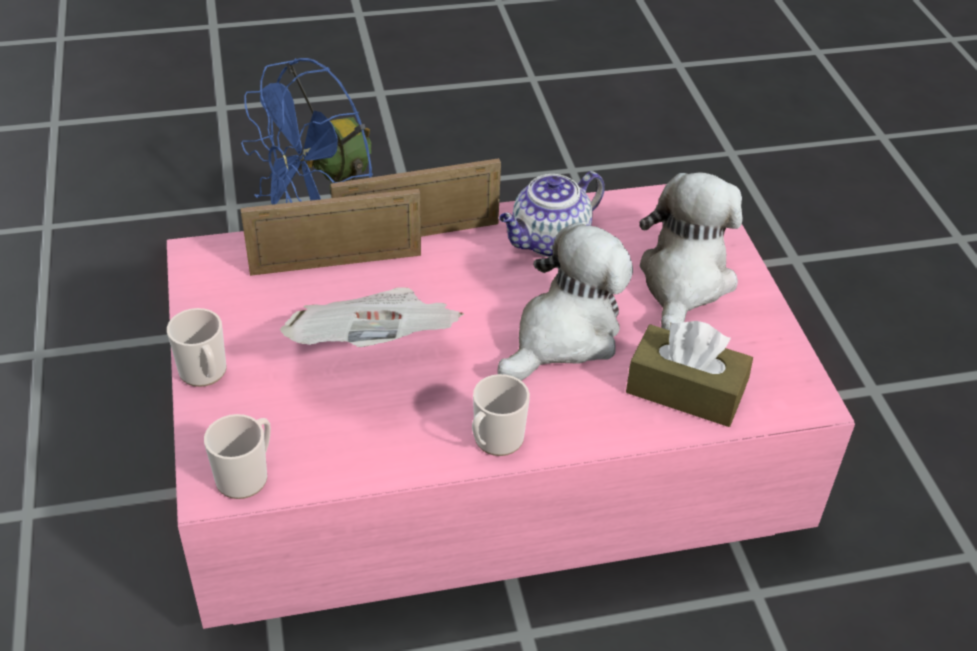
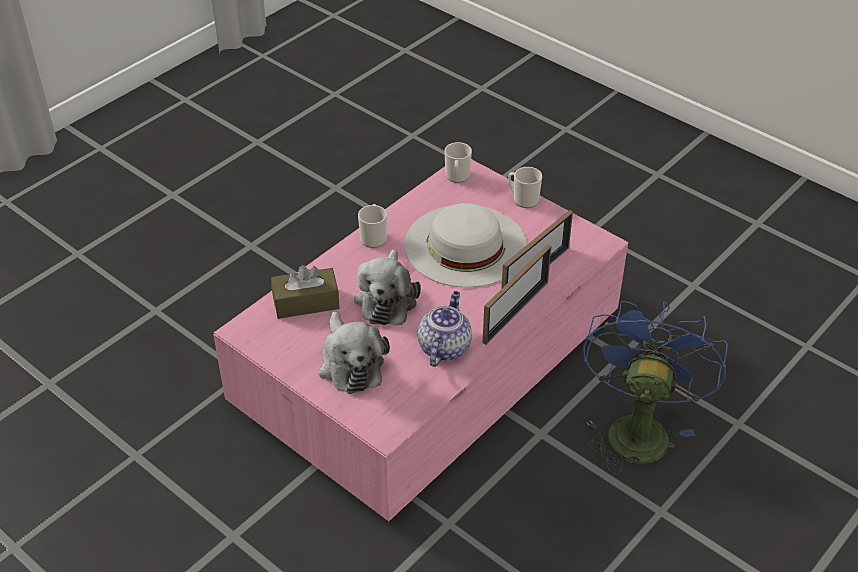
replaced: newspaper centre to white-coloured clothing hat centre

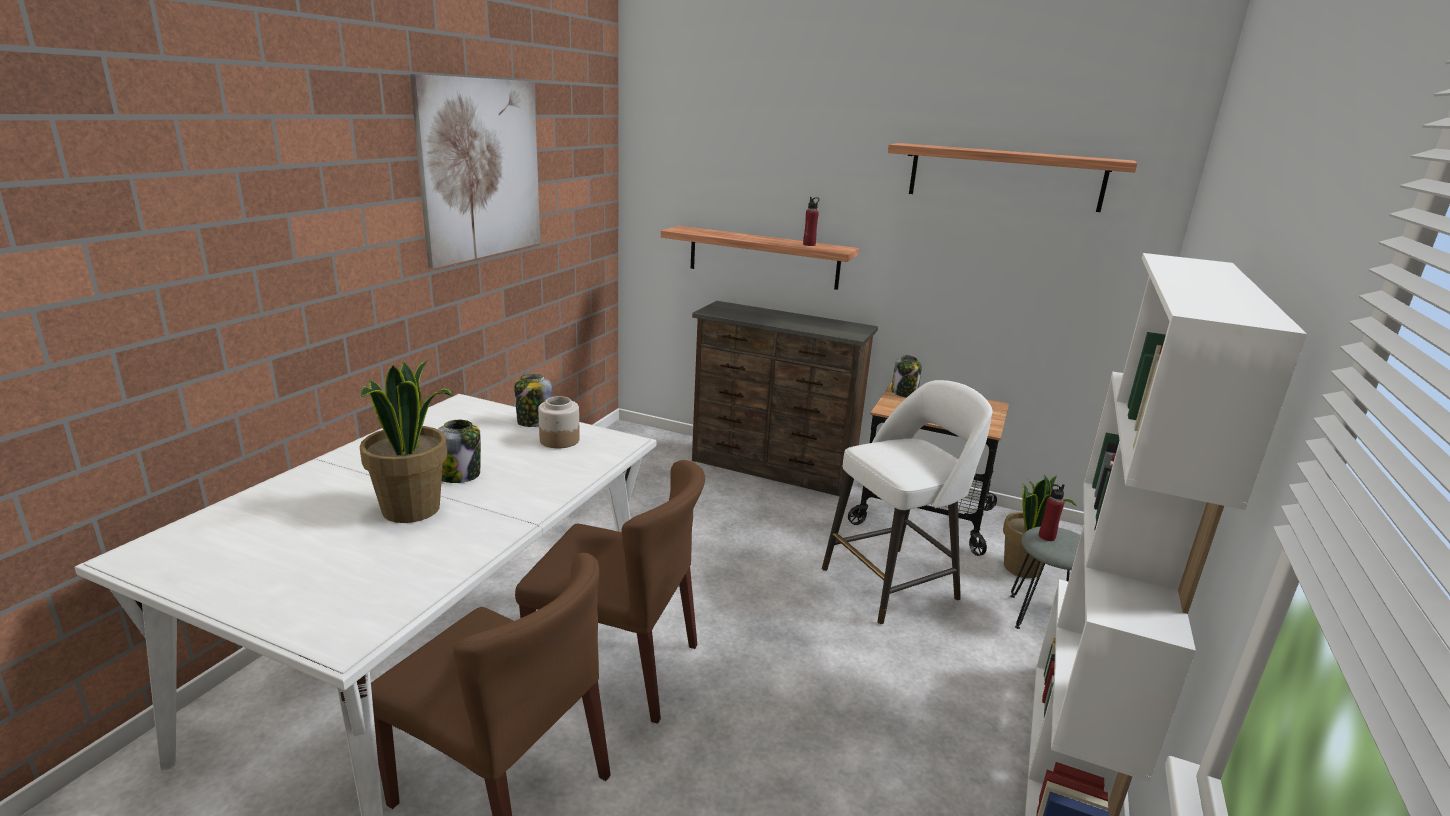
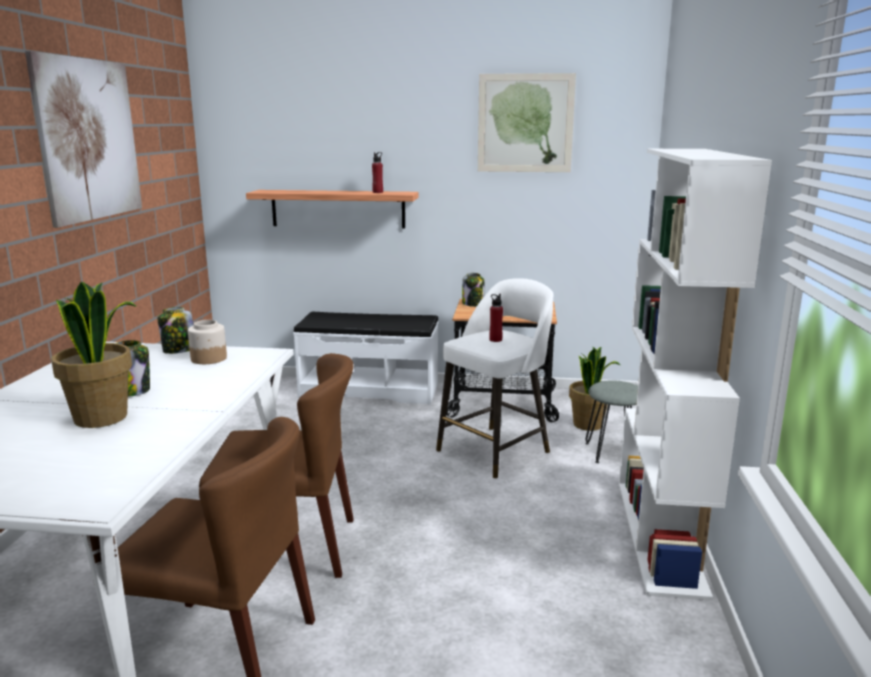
moved: red-coloured drink bottle (2nd from left) middle right to centre
replaced: brown dresser centre to white-coloured long seat centre; wall shelf (2nd from left) top right to wall picture (2nd from left) top centre

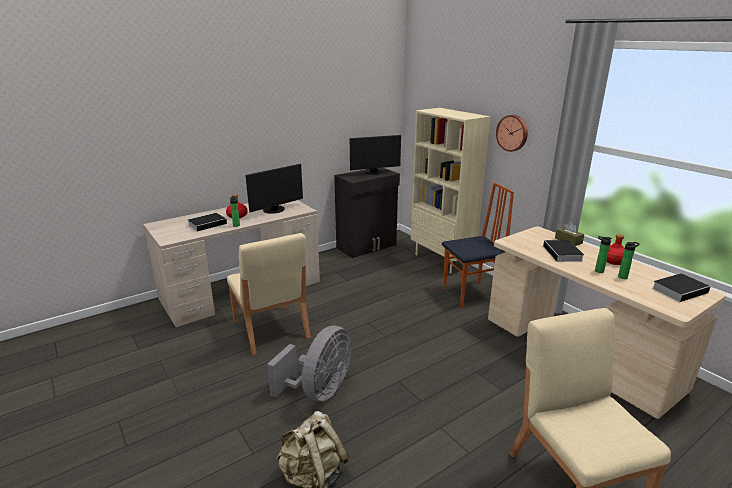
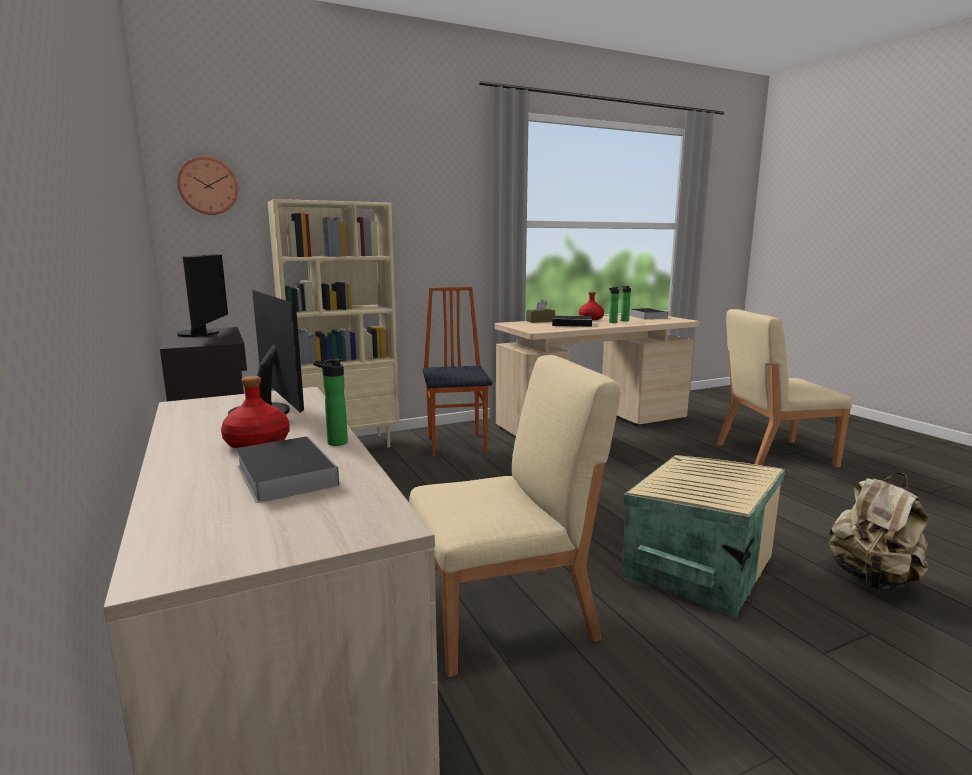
moved: hanging clock top right to top left
replaced: grey electric fan bottom centre to sand-coloured storage box bottom right

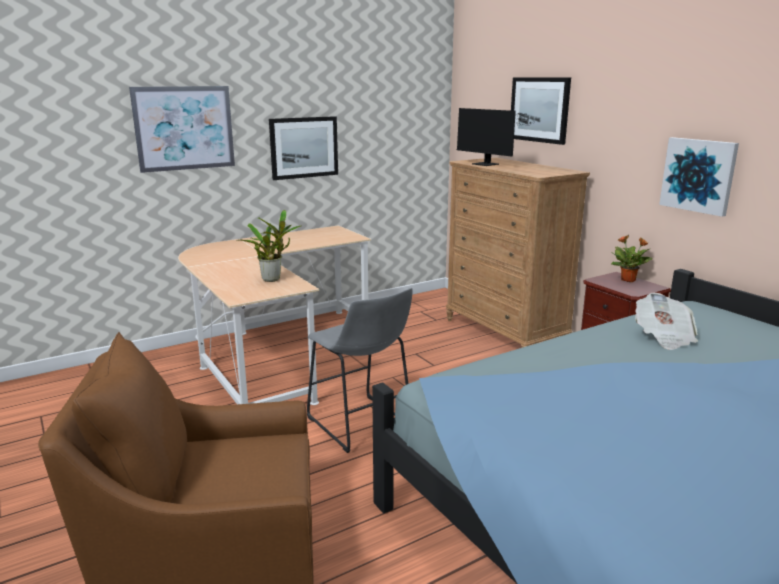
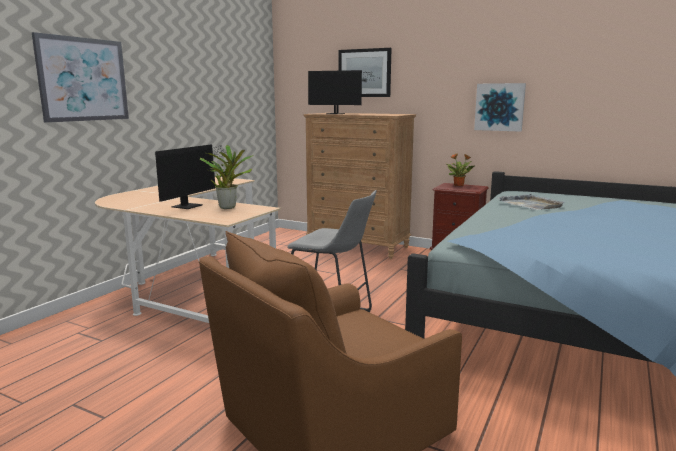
removed: wall picture (2nd from left) top centre
added: computer screen (1st from left) middle left
replaced: newspaper middle right to grey carrying tray middle right

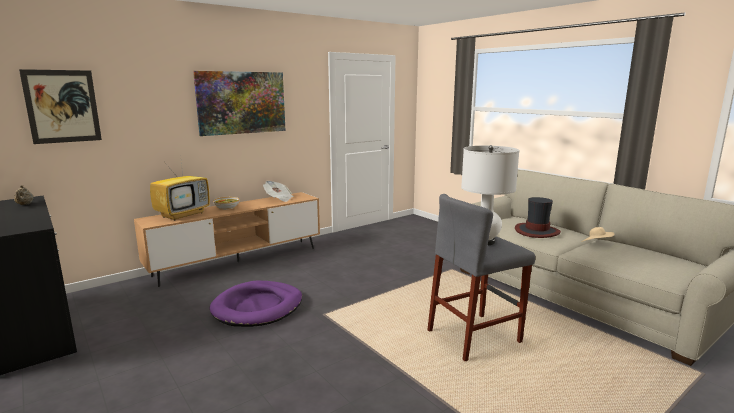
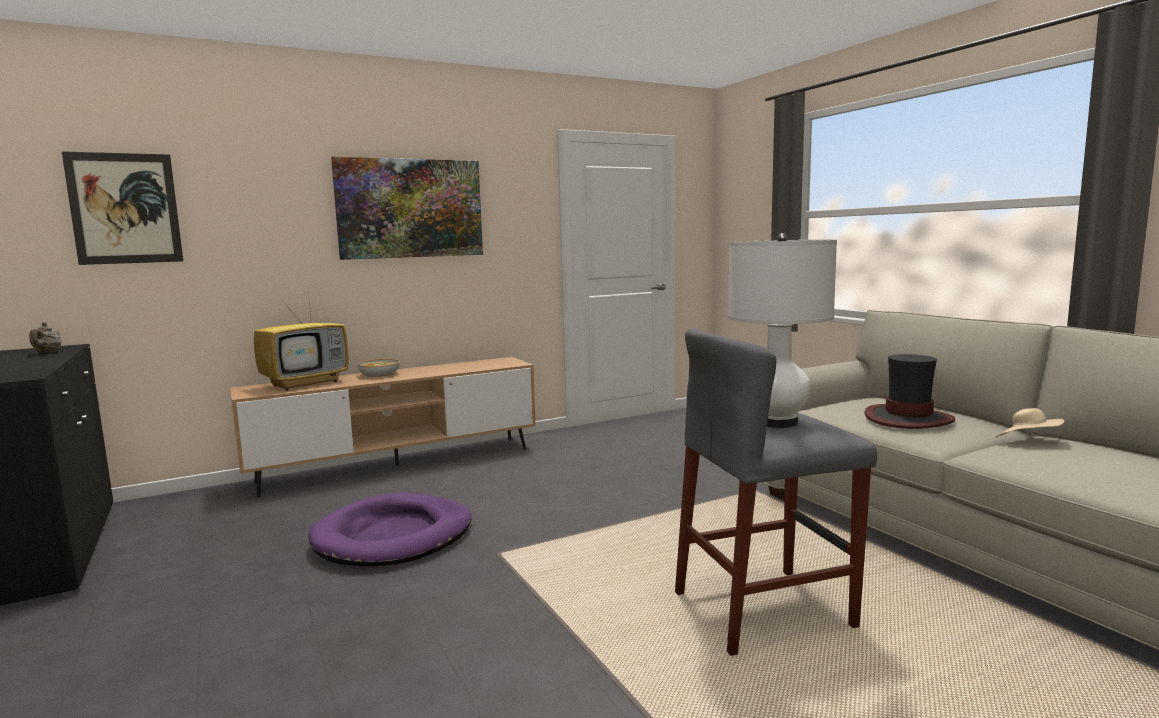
removed: newspaper centre

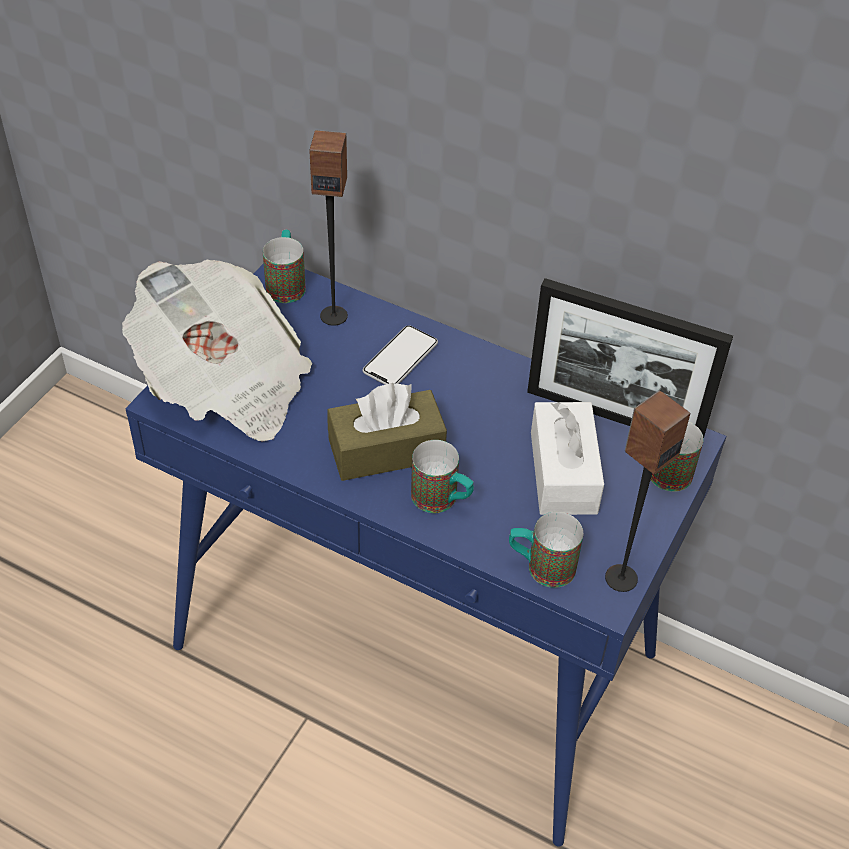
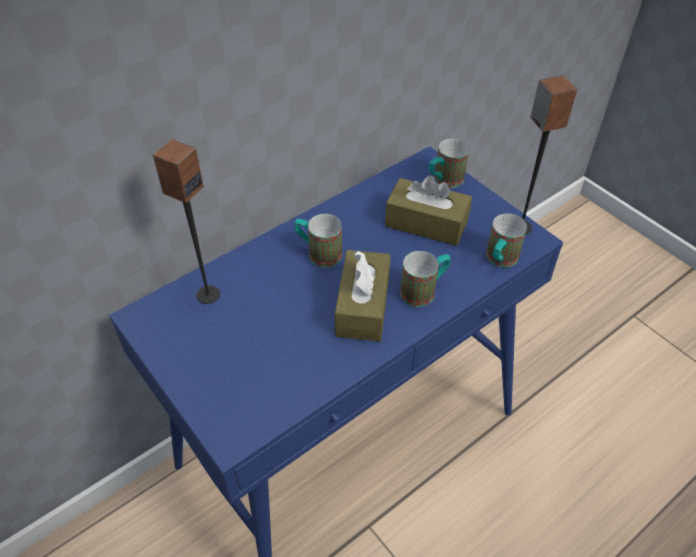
removed: newspaper middle left; handset centre; standing frame middle right
moved: mug (1st from left) top centre to centre
recoloured: white-coloured tissue holder middle right to brown tissue holder (2nd from left) centre

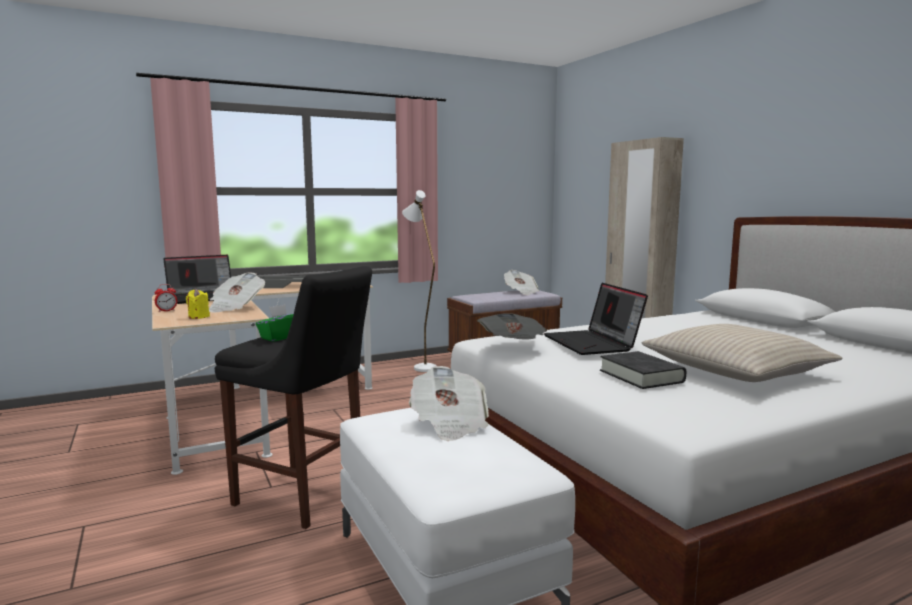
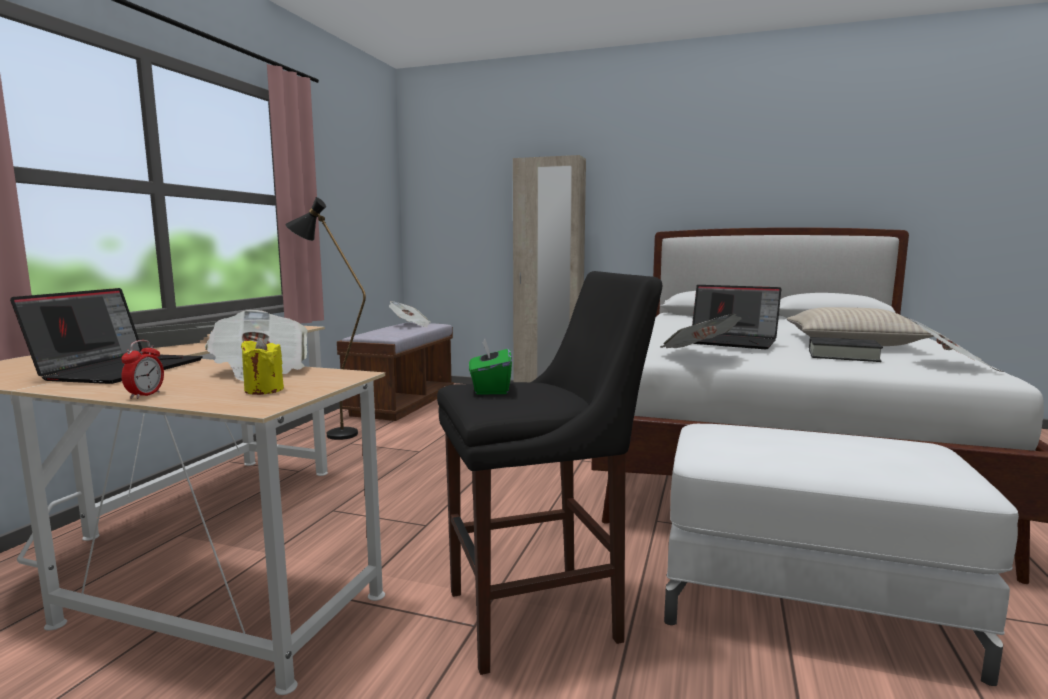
moved: newspaper (2nd from left in the first image) centre to newspaper (4th from left) middle right
recoloured: white-coloured floor lamp centre to black floor lamp middle left

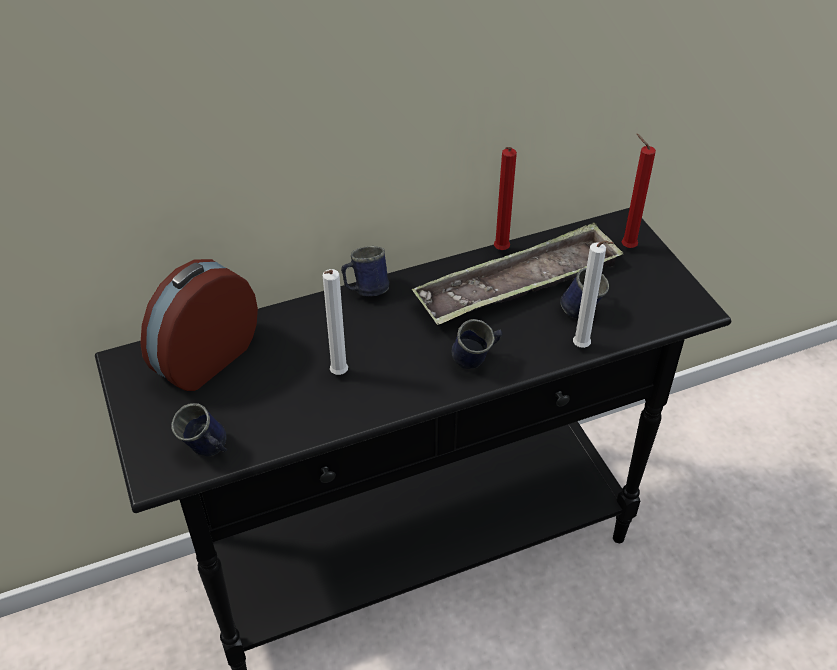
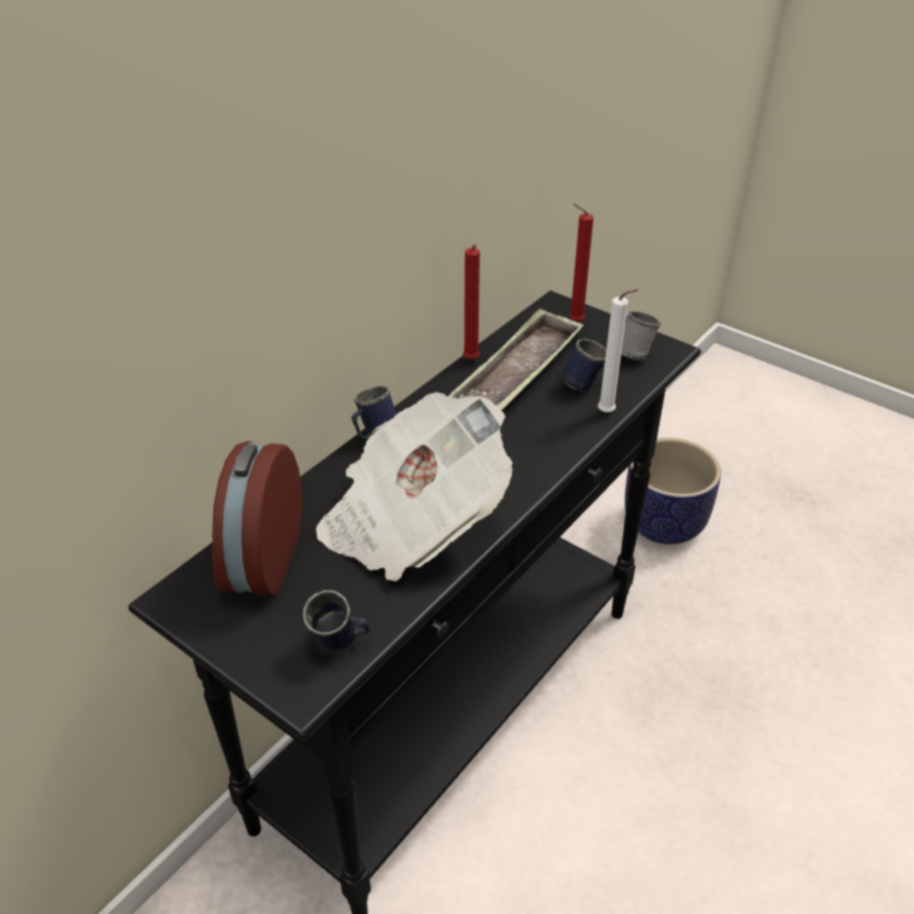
removed: blue-coloured mug (3rd from left) centre
added: grey mug middle right; planter middle right
replaced: white-coloured candle (1st from left) centre to newspaper centre

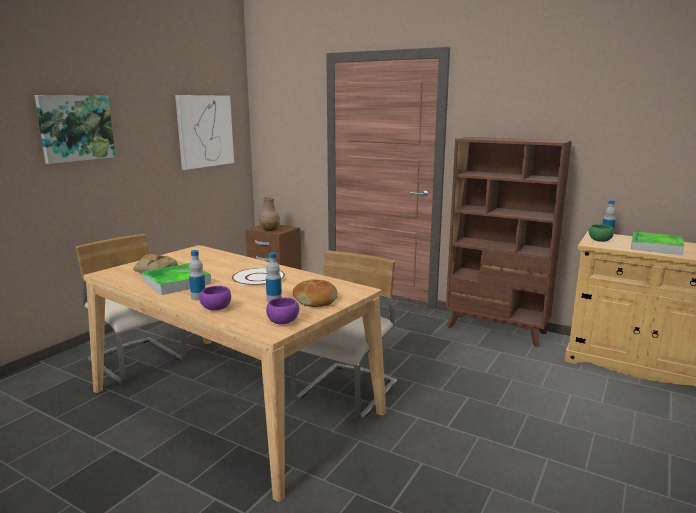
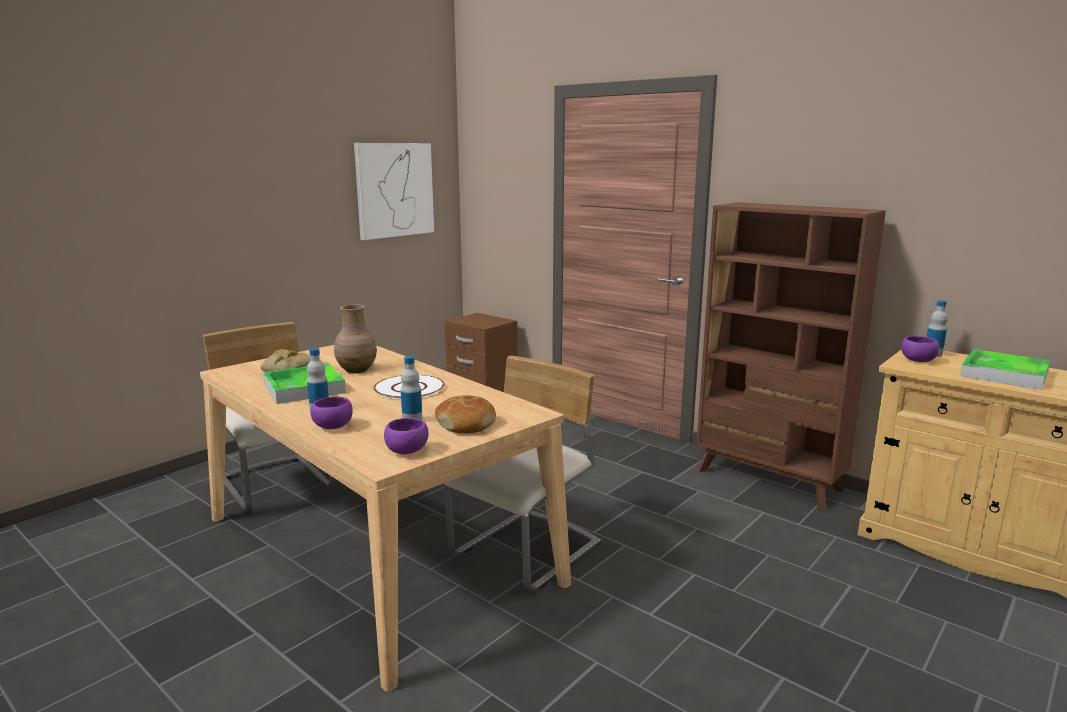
removed: wall picture (1st from left) top left
moved: brown vase centre to middle left
recoloured: green serving bowl middle right to purple-coloured serving bowl (3rd from left) middle right

